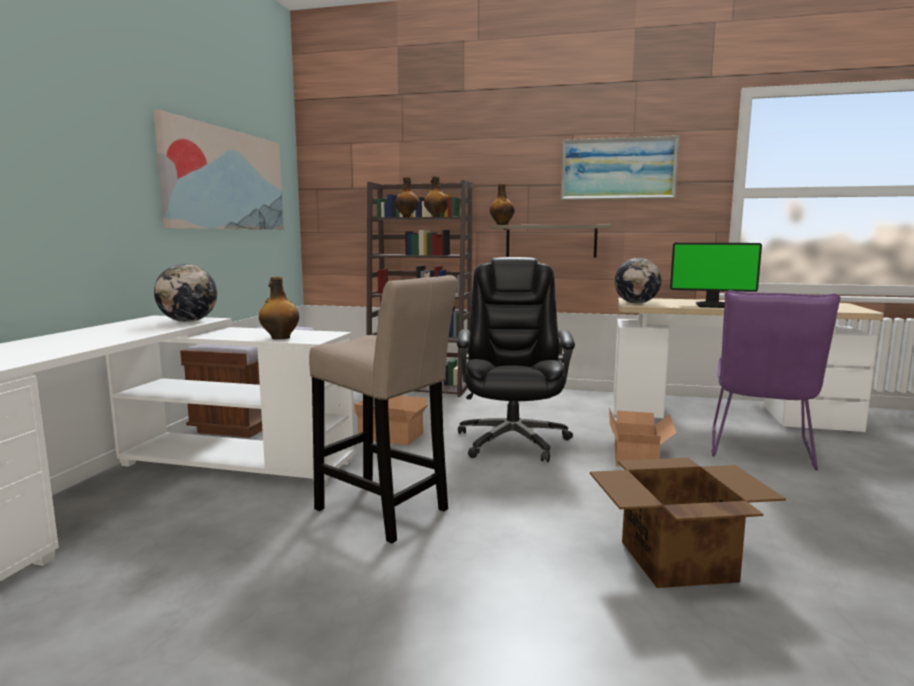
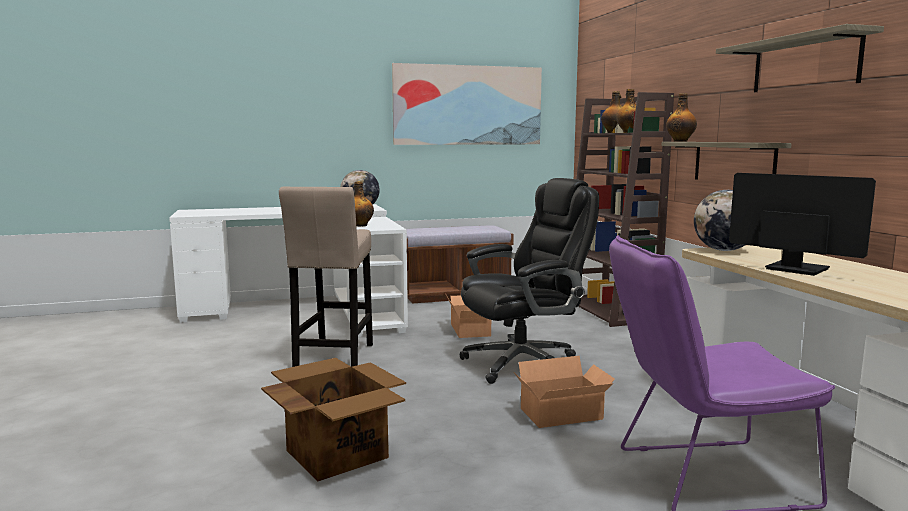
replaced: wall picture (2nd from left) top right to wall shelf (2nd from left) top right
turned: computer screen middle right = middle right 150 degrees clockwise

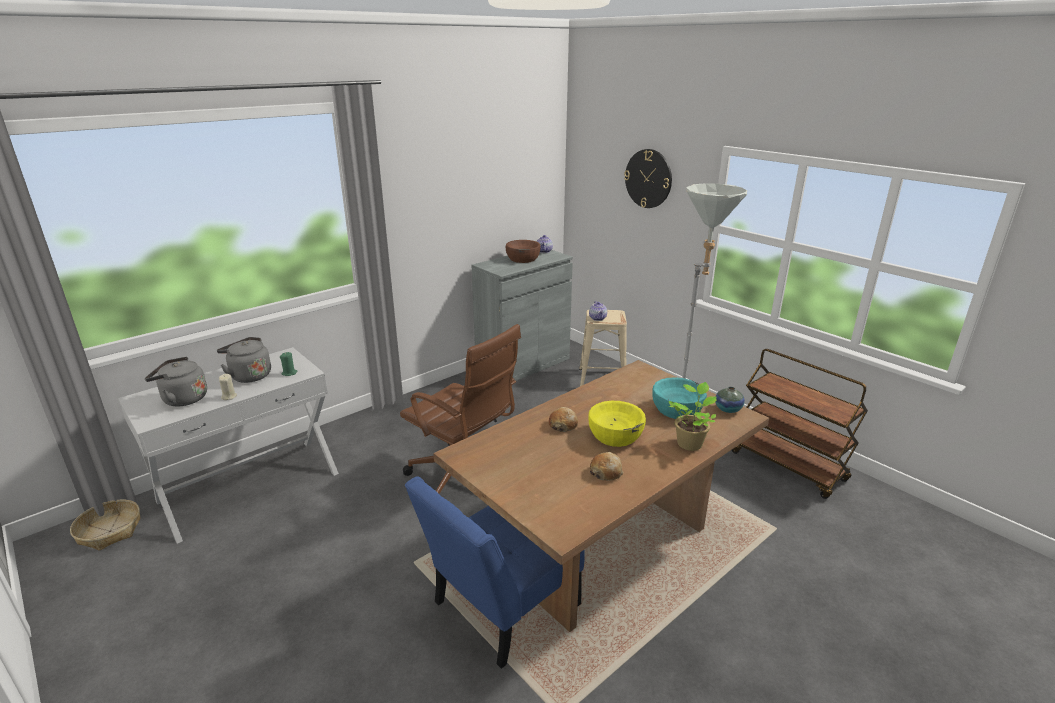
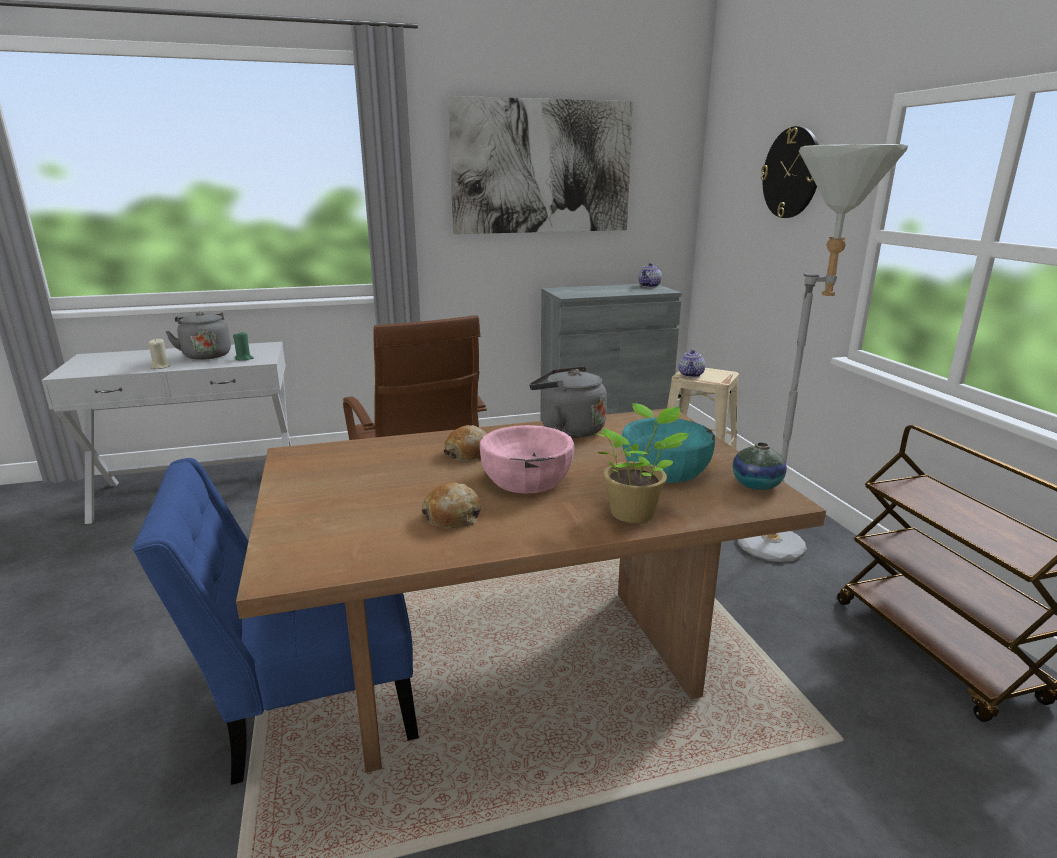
removed: basket bottom left; brown serving bowl centre
added: wall picture top centre
moved: grey kettle (1st from left in the first image) middle left to grey kettle (2nd from left) centre
recoloured: yellowish serving bowl centre to pinkish serving bowl centre

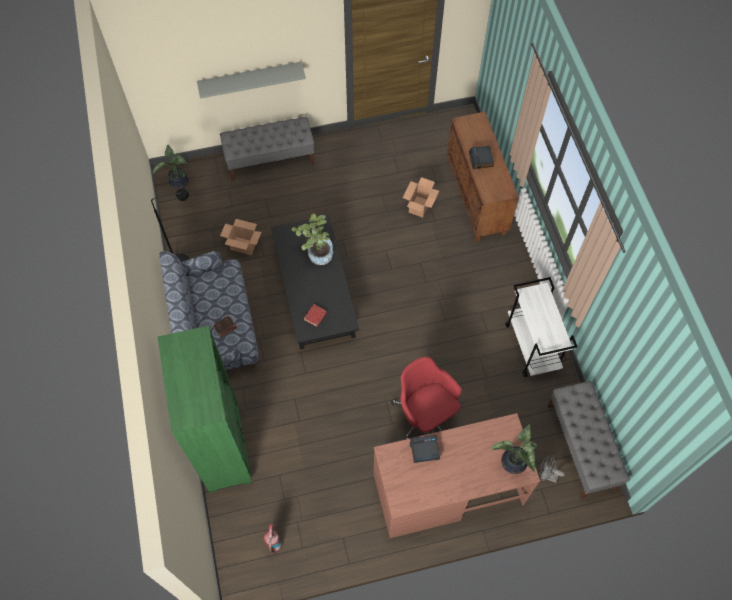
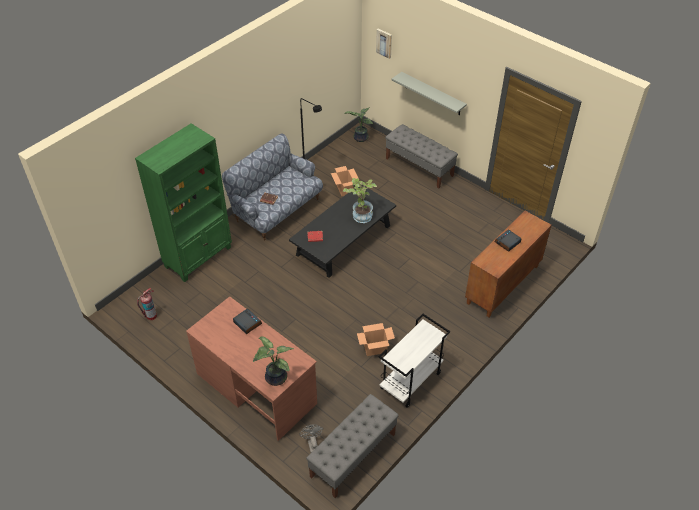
removed: red-coloured office chair centre
added: wall picture top centre
moved: cardboard box (2nd from left) top centre to centre

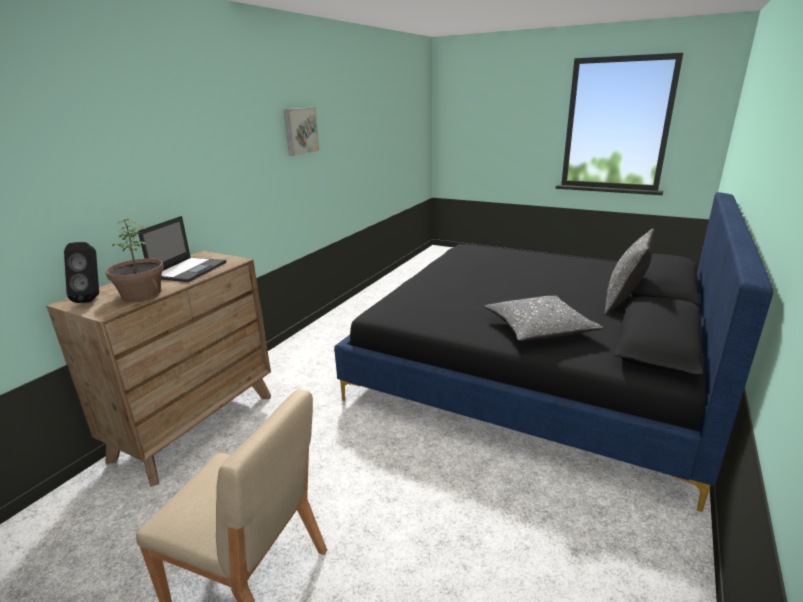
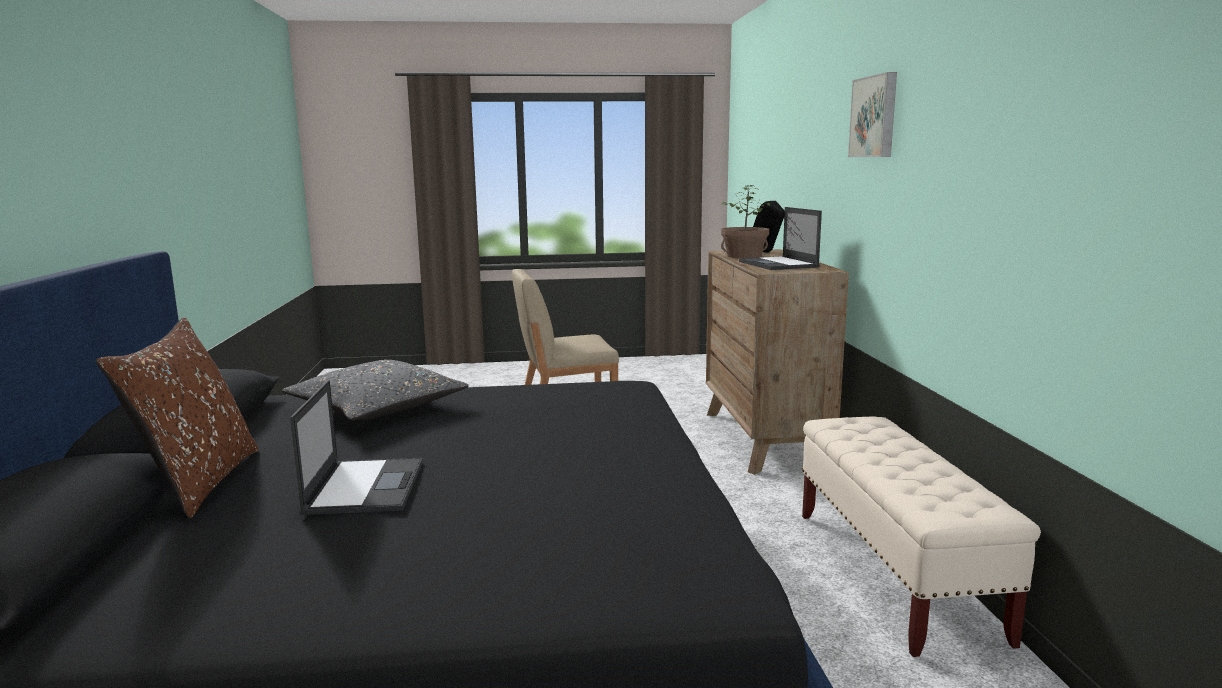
added: laptop (1st from left) middle left; sand-coloured long seat bottom right
moved: wall picture top centre to top right
recoloured: grey throw pillow (2nd from left) middle right to brown throw pillow middle left

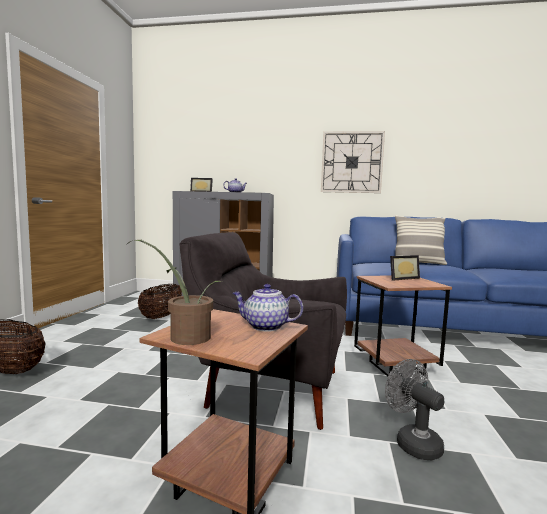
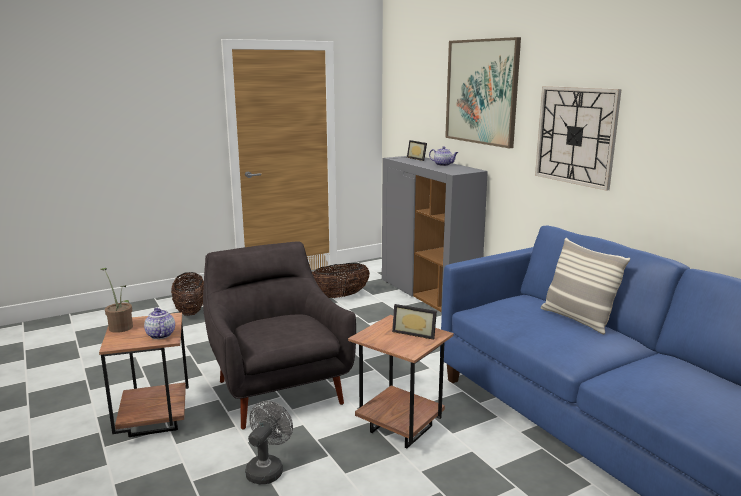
added: wall picture top centre

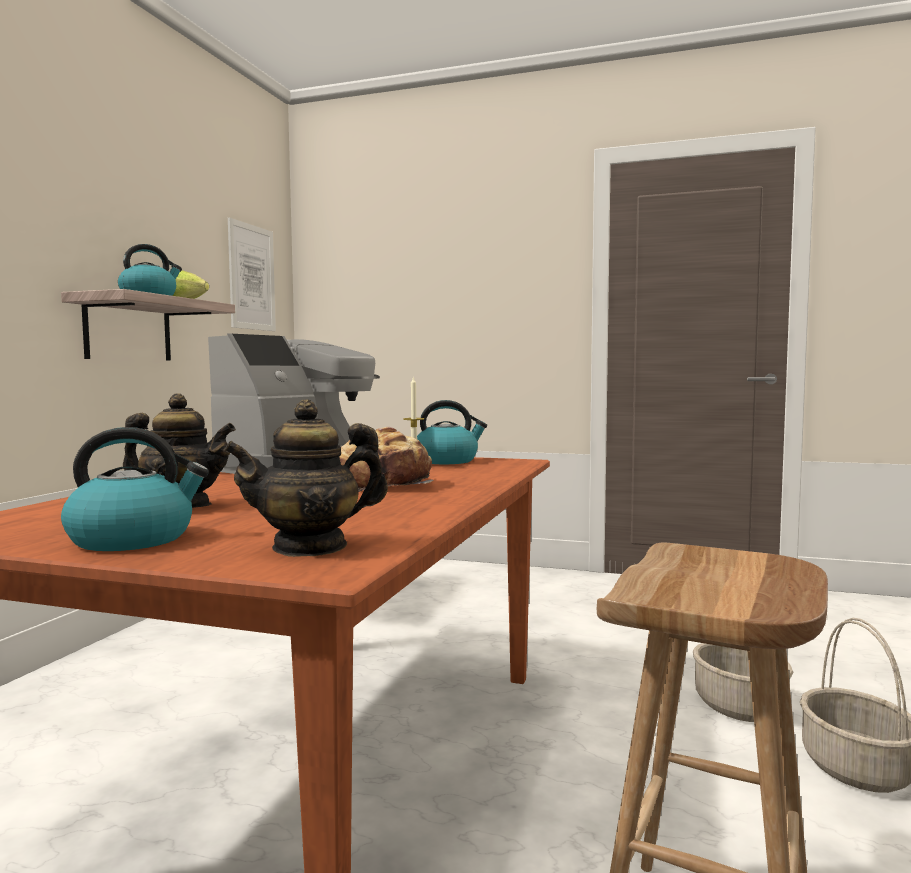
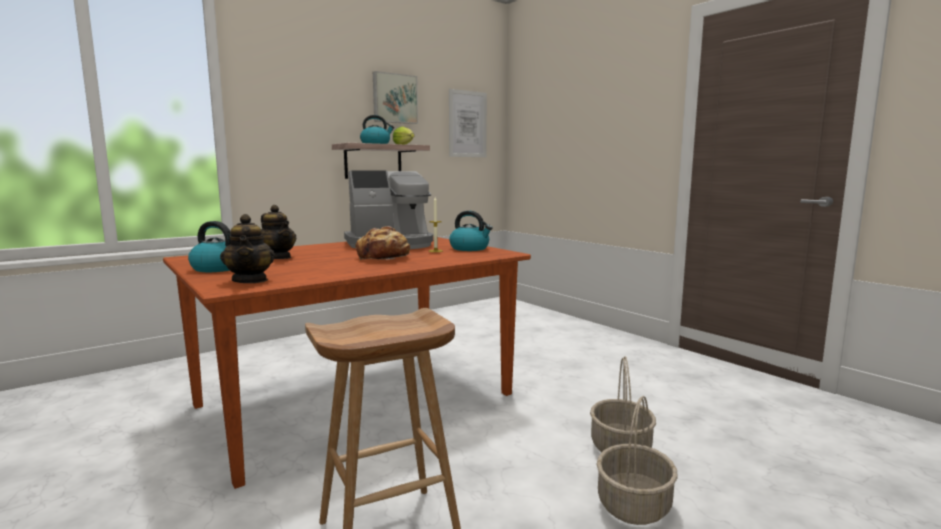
added: wall picture (1st from left) top centre
turned: teapot (2nd from left in the first image) centre = middle left 120 degrees counterclockwise

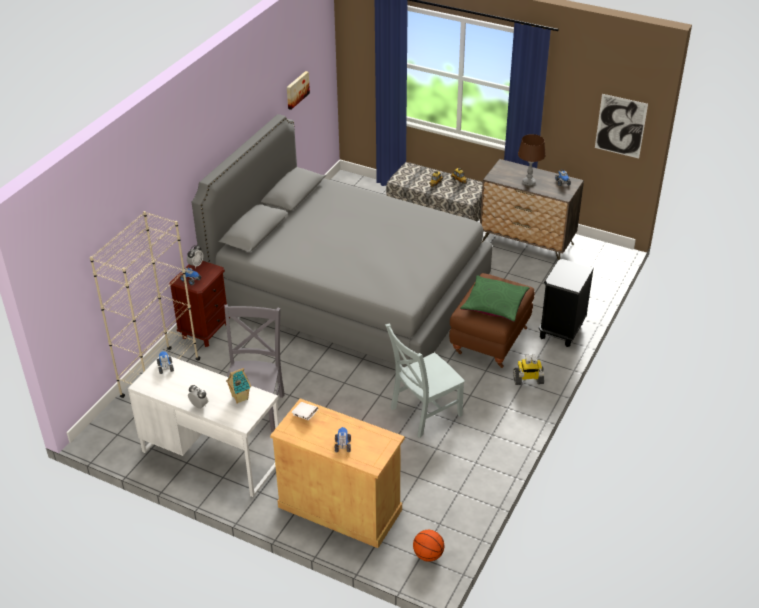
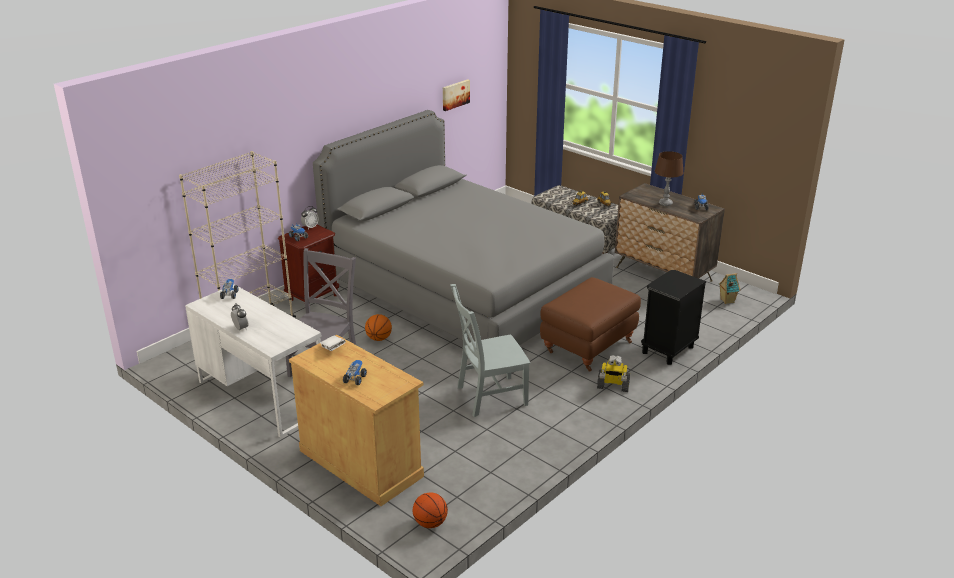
removed: green throw pillow centre; wall picture (2nd from left) top right
added: basketball (1st from left) centre
moved: miniature house middle left to middle right

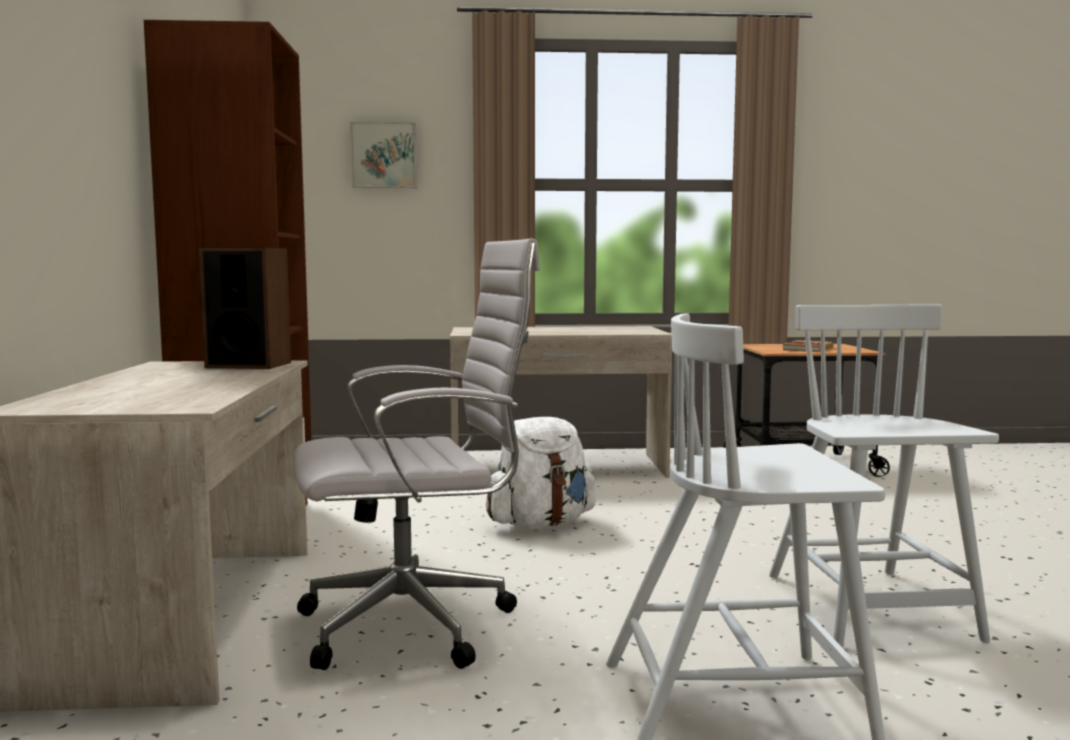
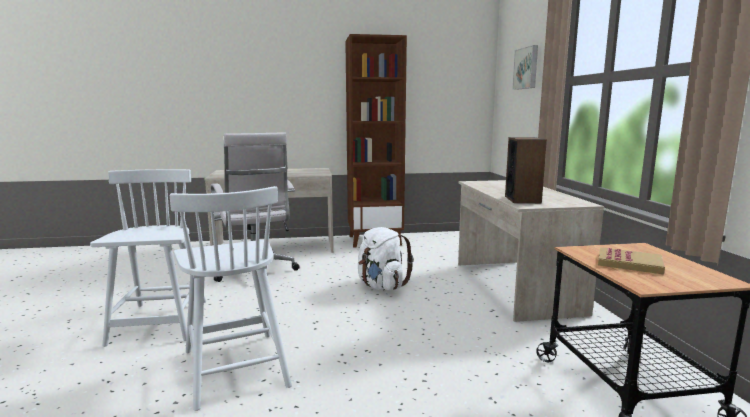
moved: speaker middle left to middle right
turned: white-coloured plain chair (2nd from left) middle right = bottom left 75 degrees clockwise

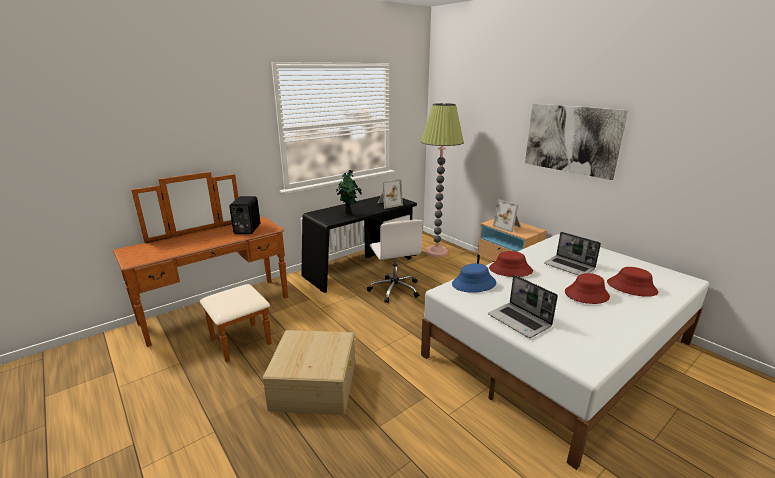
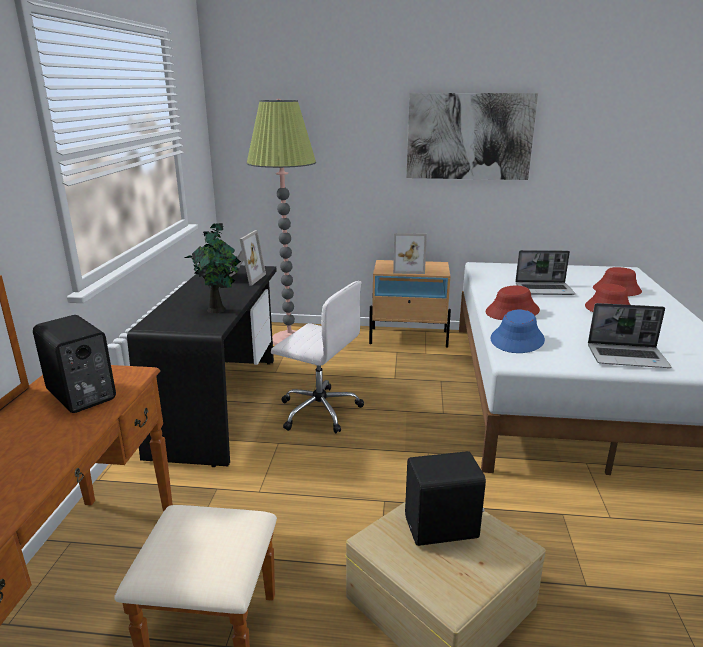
added: black speaker (2nd from left) bottom centre

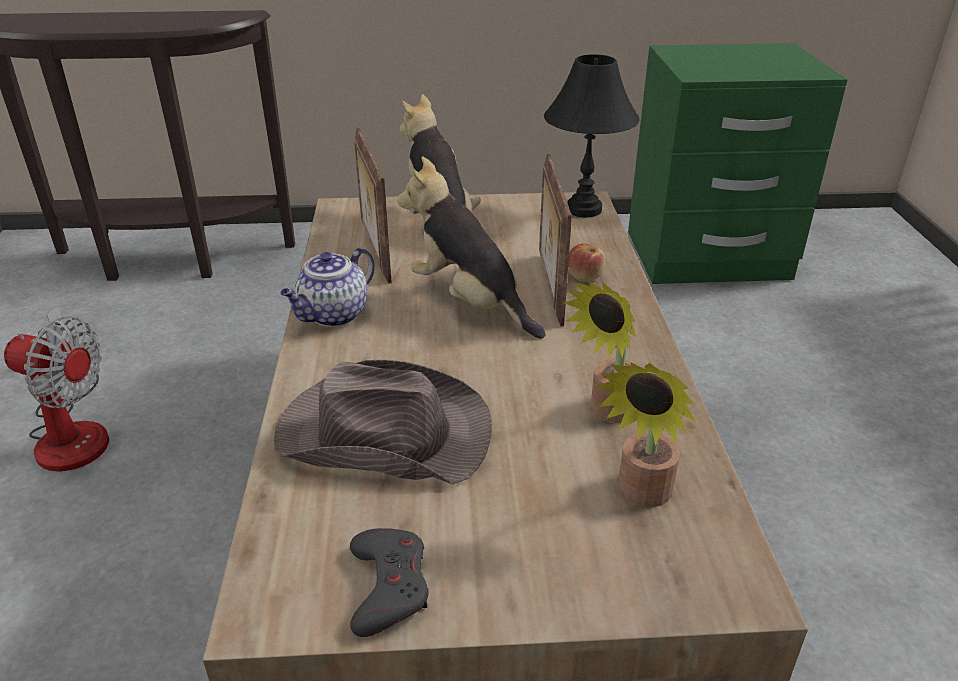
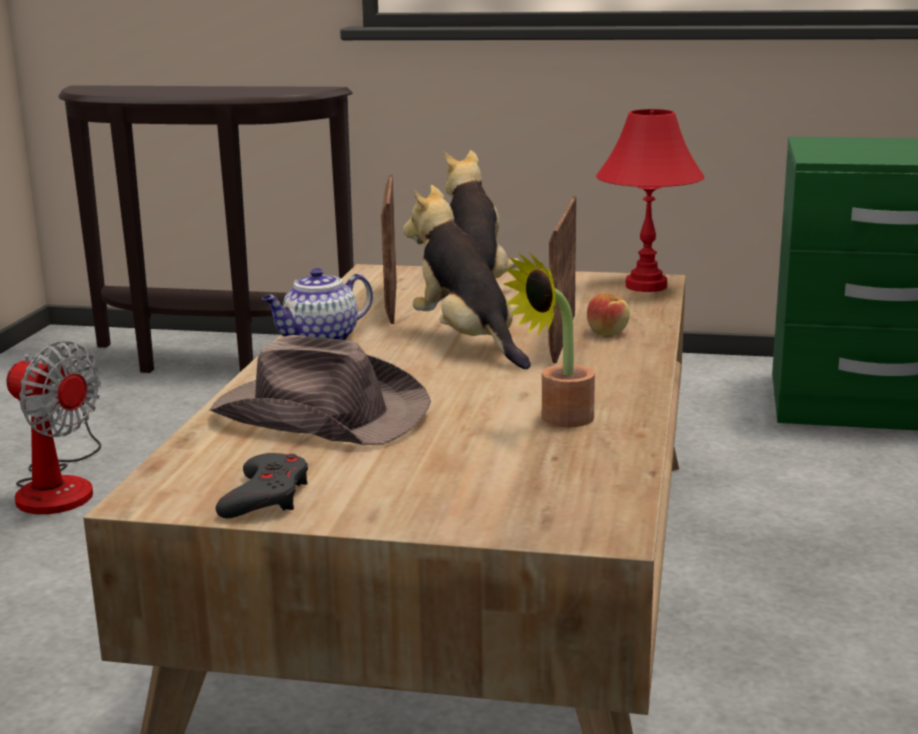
removed: houseplant (2nd from left) middle right
recoloured: black tabletop lamp top centre to red-coloured tabletop lamp top right

